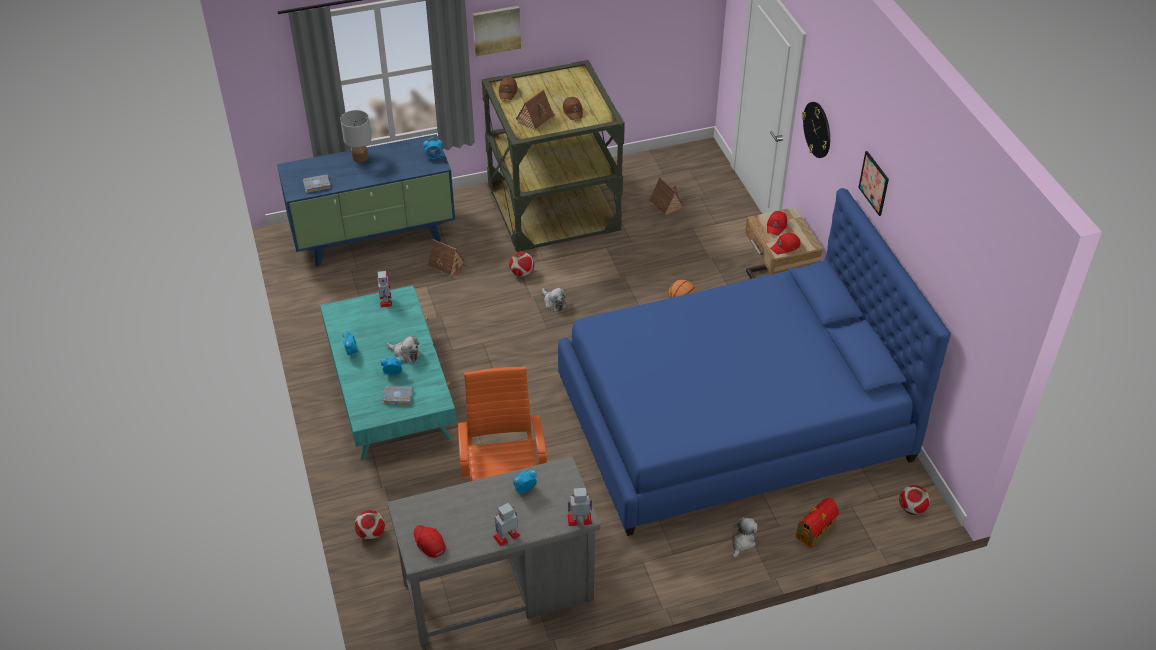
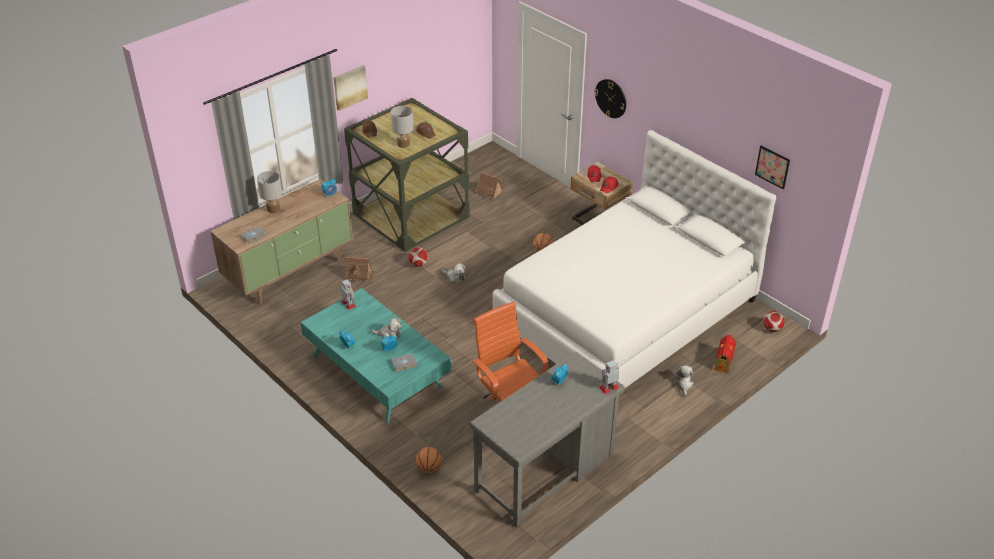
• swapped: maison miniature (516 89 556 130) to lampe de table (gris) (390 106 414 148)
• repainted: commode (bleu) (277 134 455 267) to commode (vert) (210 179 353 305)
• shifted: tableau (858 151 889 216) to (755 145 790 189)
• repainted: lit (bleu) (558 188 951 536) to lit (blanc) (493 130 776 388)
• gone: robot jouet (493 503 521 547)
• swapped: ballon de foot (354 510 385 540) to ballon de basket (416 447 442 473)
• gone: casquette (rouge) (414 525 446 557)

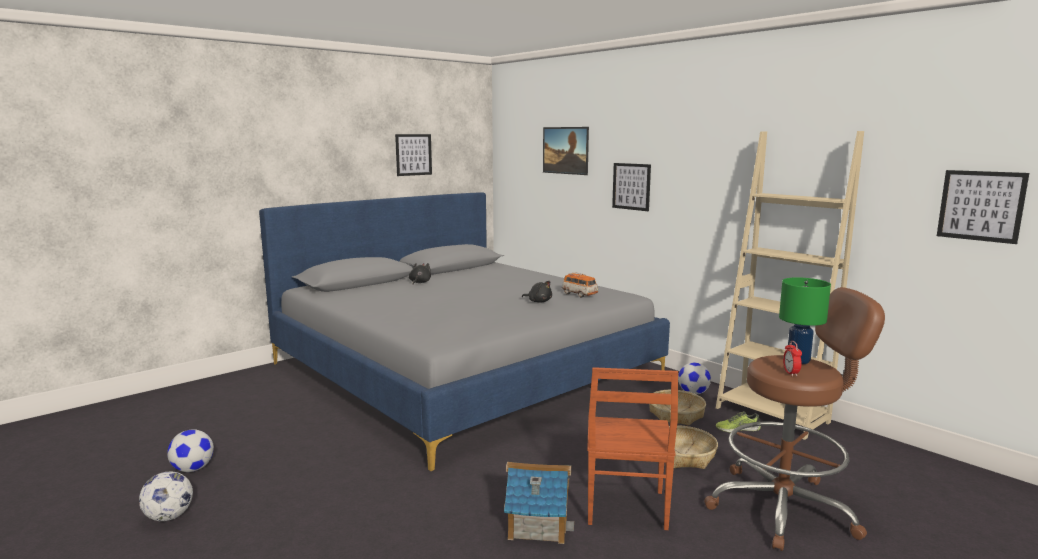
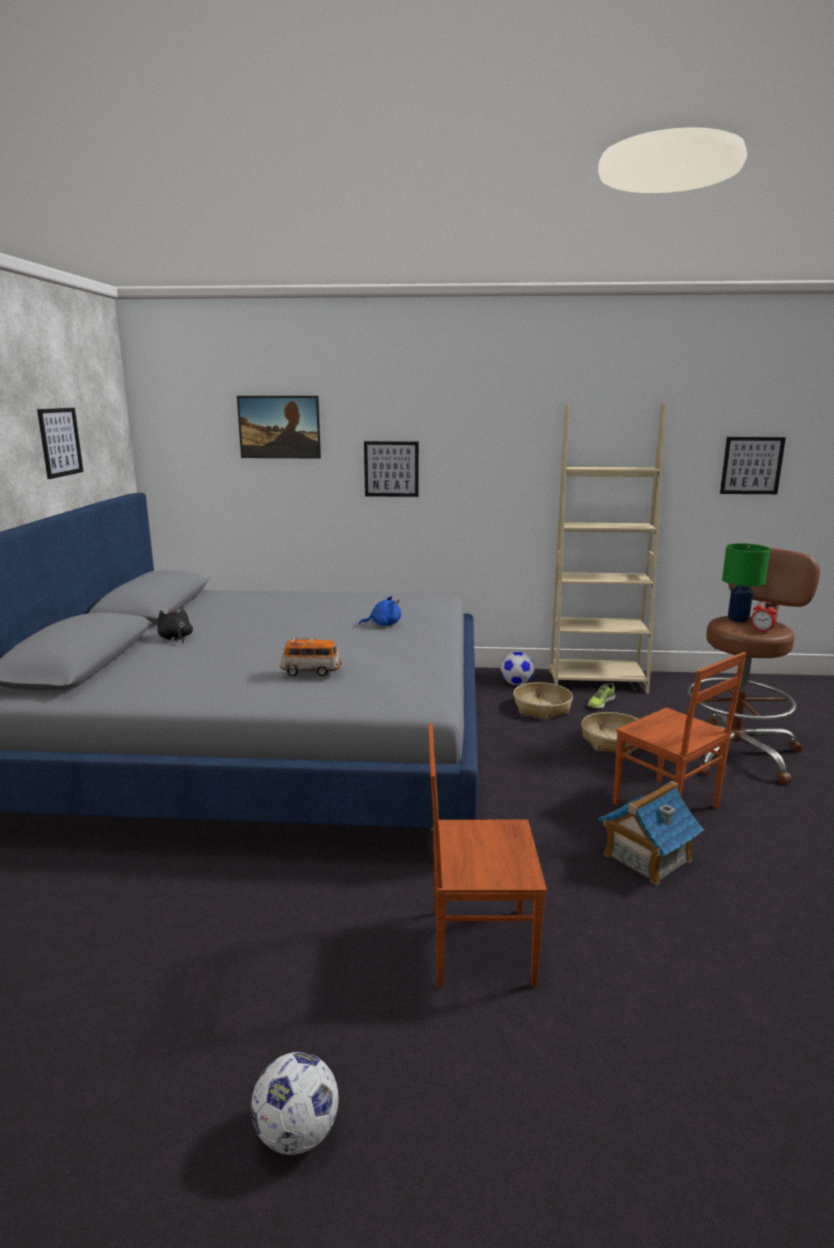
• shifted: petite voiture (562 272 598 298) to (280 638 341 676)
• repainted: peluche (noir) (522 281 552 303) to peluche (bleu) (359 596 401 626)
• gone: ballon de foot (167 429 214 472)
• new: chaise (marron) (428 723 547 987)

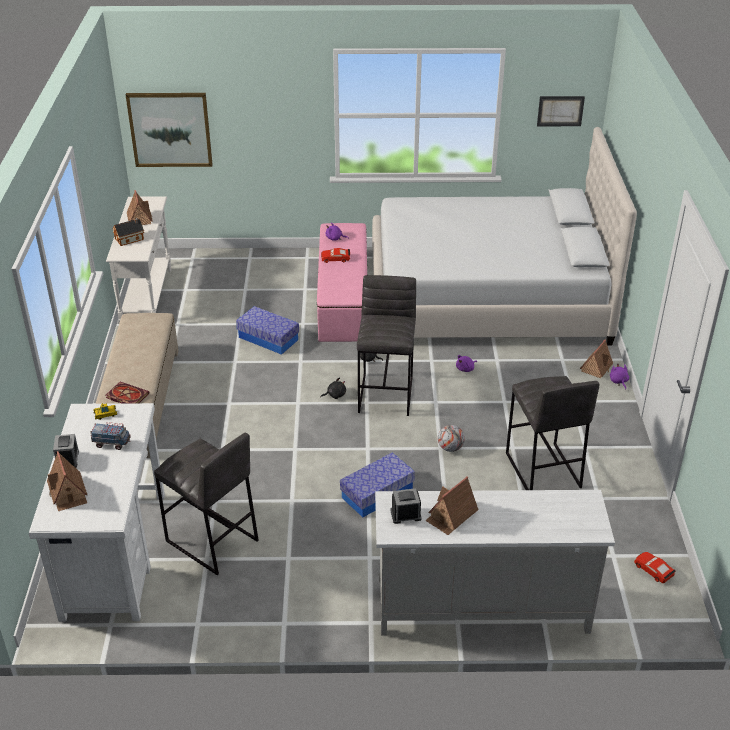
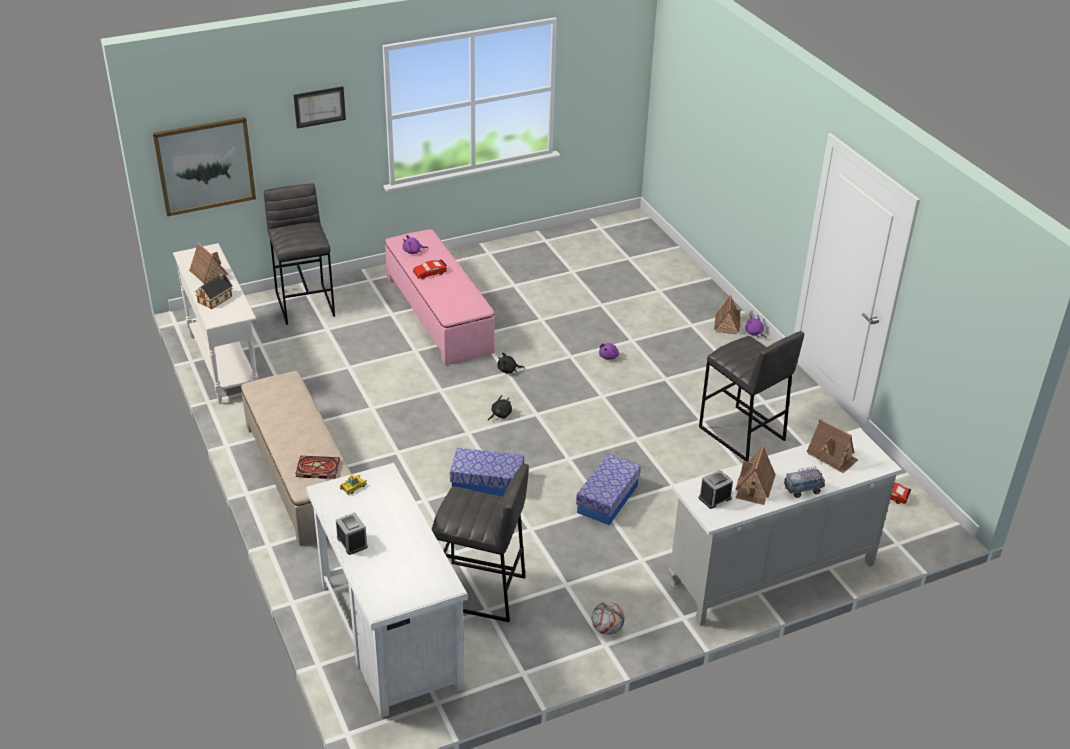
• shifted: tableau (537 96 585 126) to (294 86 346 129)
• gone: lit (blanc) (372 127 637 346)
• shifted: tabouret (gris) (357 275 416 416) to (264 183 335 325)
• shifted: boîte de rangement (236 306 299 355) to (450 448 524 497)
• shifted: camion jouet (91 422 131 450) to (784 466 825 498)
• shifted: ballon de foot (438 425 465 452) to (592 601 625 635)
• shifted: maison miniature (47 451 87 511) to (806 419 858 473)

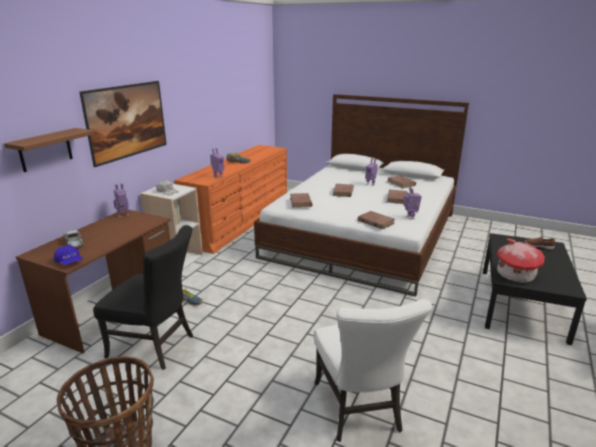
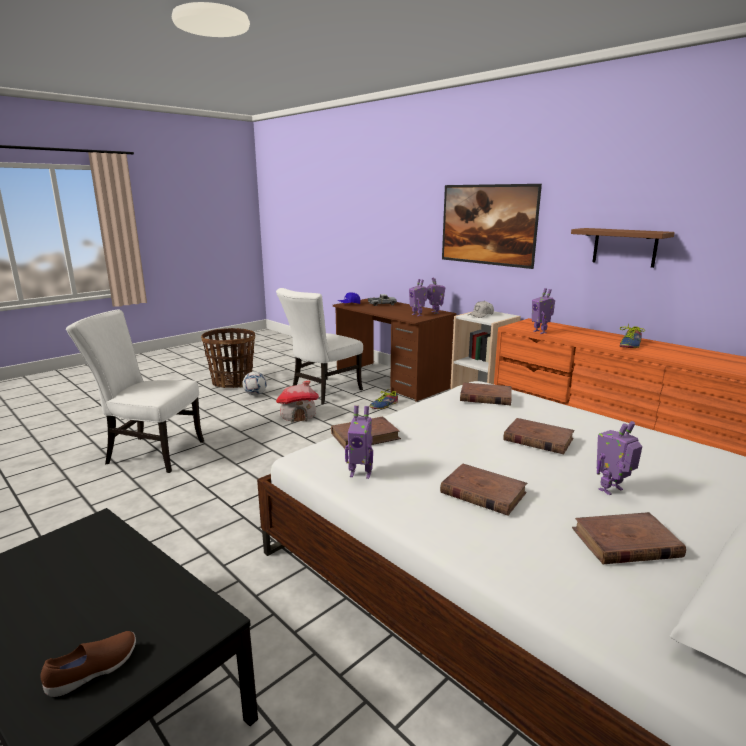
• shifted: étagère (marron) (4 128 95 172) to (571 228 675 268)
• repainted: chaise (noir) (93 225 193 370) to chaise (blanc) (276 288 363 404)
• shifted: maison miniature (497 238 545 283) to (276 381 319 423)
• new: robot jouet (409 279 427 316)
• new: ballon de foot (243 372 267 395)

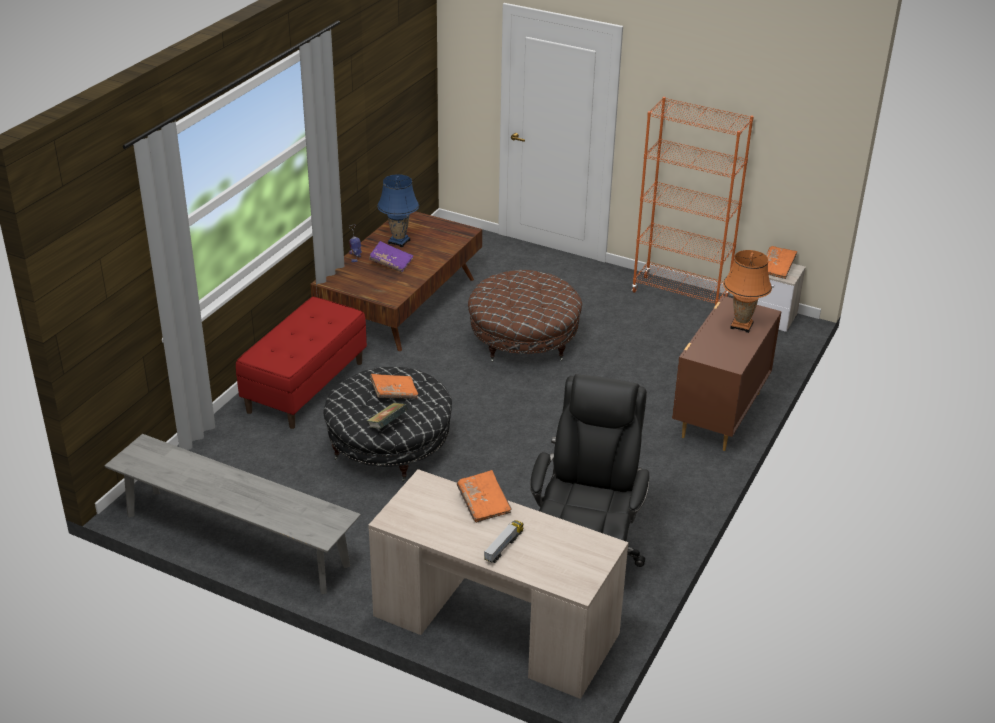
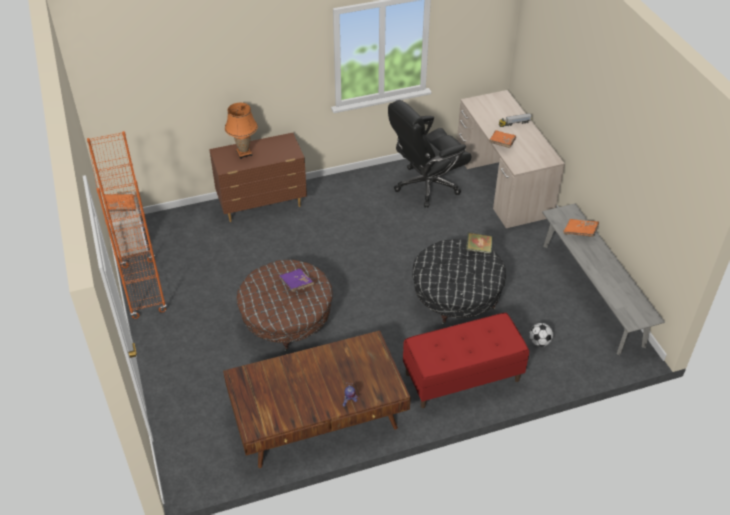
• gone: lampe de table (bleu) (377 174 419 247)
• shifted: livre (violet) (369 241 413 273) to (279 269 314 292)
• shifted: livre (orange) (370 374 418 399) to (563 219 599 237)
• new: ballon de foot (529 323 553 347)

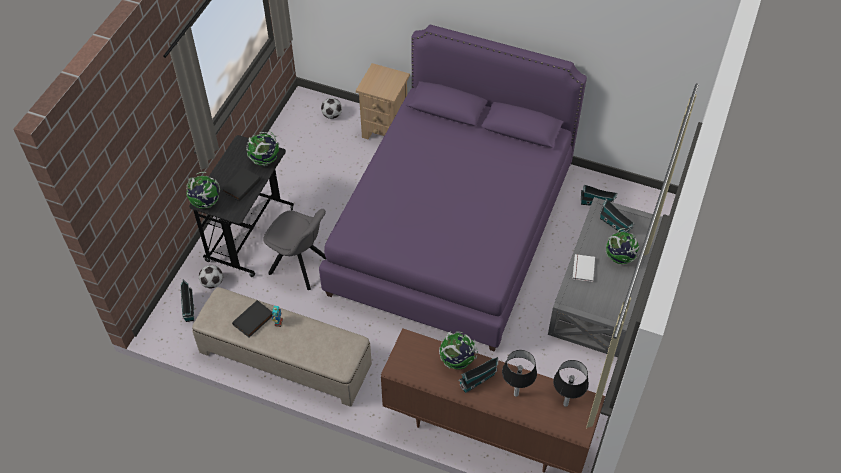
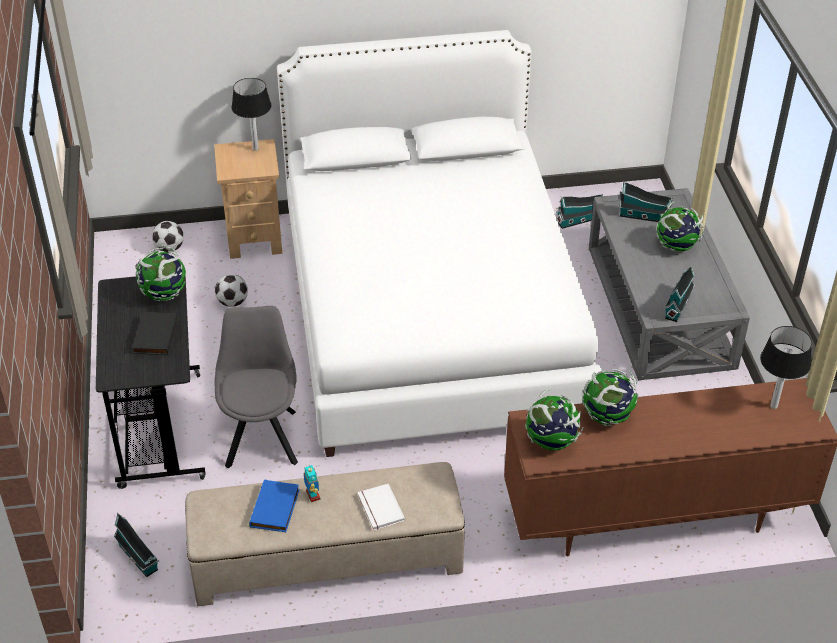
• repainted: lit (violet) (319 25 587 352) to lit (blanc) (277 30 602 457)
• shifted: globe (186 172 220 209) to (525 388 583 451)
• rotated: chaise (gris) (263 209 326 290) = (215 306 298 468) 90 degrees counterclockwise
• shifted: livre (blanc) (572 254 595 282) to (357 484 405 530)
• shifted: ballon de foot (199 265 223 289) to (215 274 248 307)
• repainted: livre (noir) (232 300 272 338) to livre (bleu) (249 479 300 532)
• shifted: lampe de table (502 350 537 397) to (232 78 271 151)
• shifted: maison miniature (458 357 498 393) to (664 266 695 322)

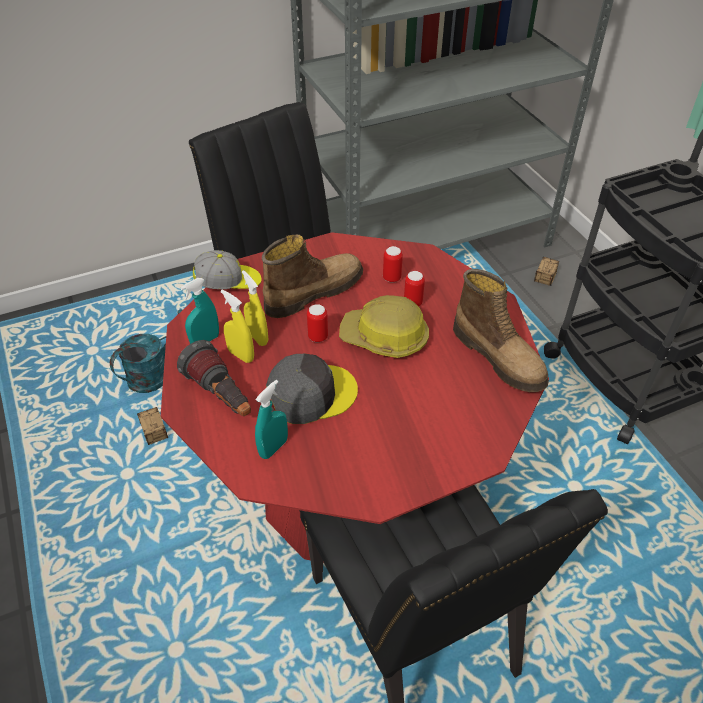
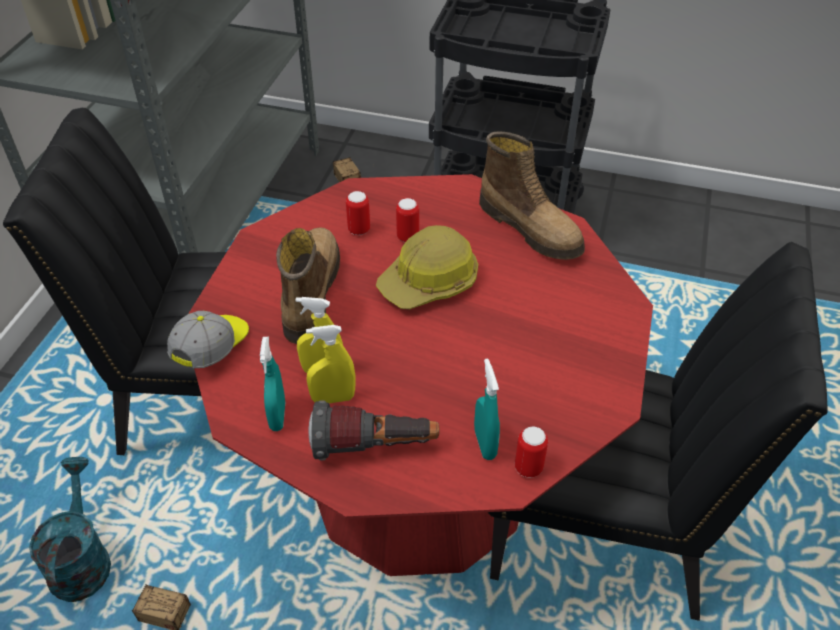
• rotated: botte (453 269 548 392) = (479 132 585 260) 45 degrees clockwise
• shifted: boîte métallique (307 304 328 342) to (515 426 548 478)
• gone: casquette (gris) (266 354 358 424)

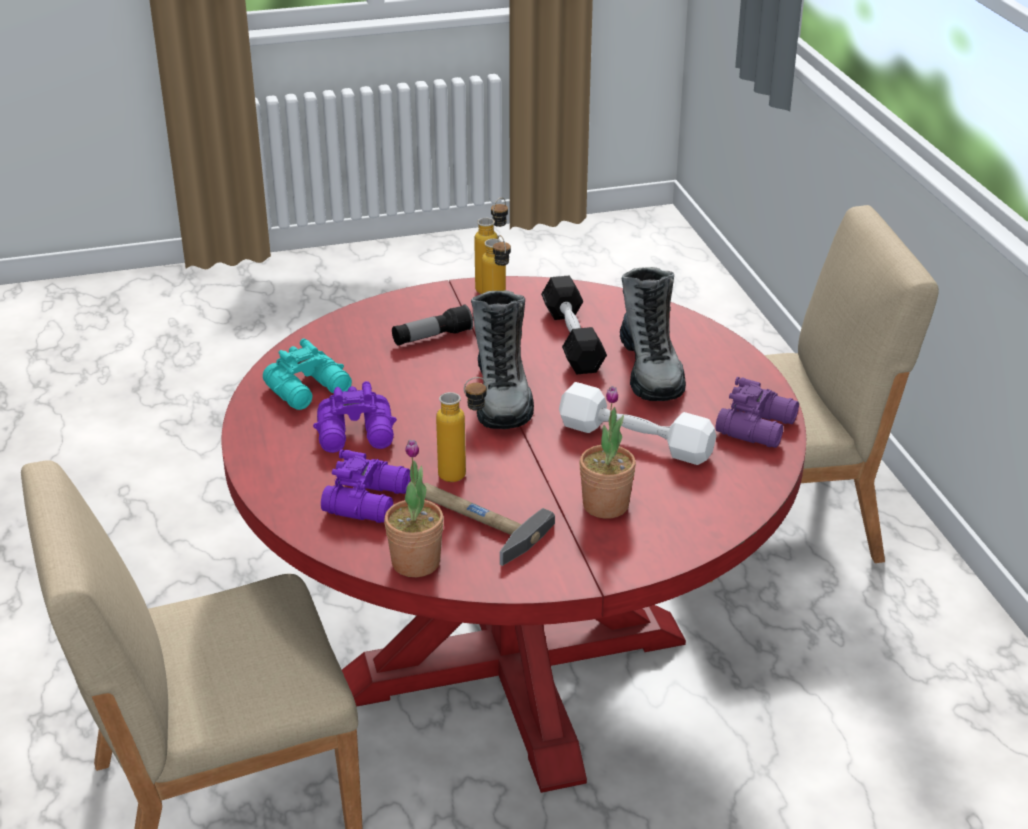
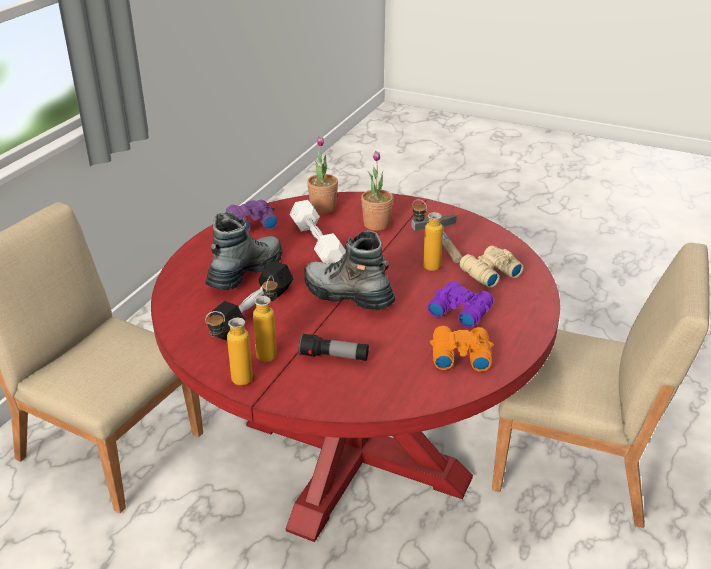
• rotated: botte (471 290 534 429) = (304 231 396 311) 90 degrees counterclockwise
• repainted: jumelles (turquoise) (263 339 352 410) to jumelles (orange) (430 326 494 372)
• shifted: plante en pot (384 440 444 577) to (307 137 338 214)
• repainted: jumelles (violet) (321 449 410 523) to jumelles (beige) (460 245 523 288)

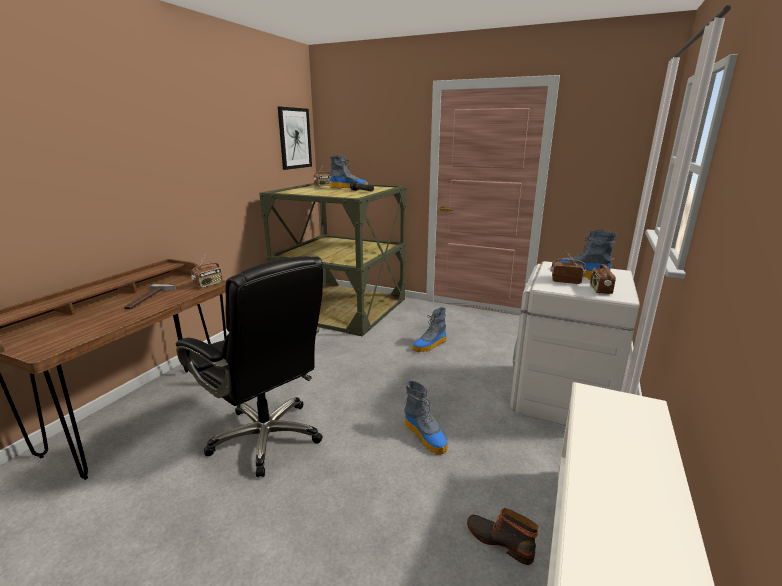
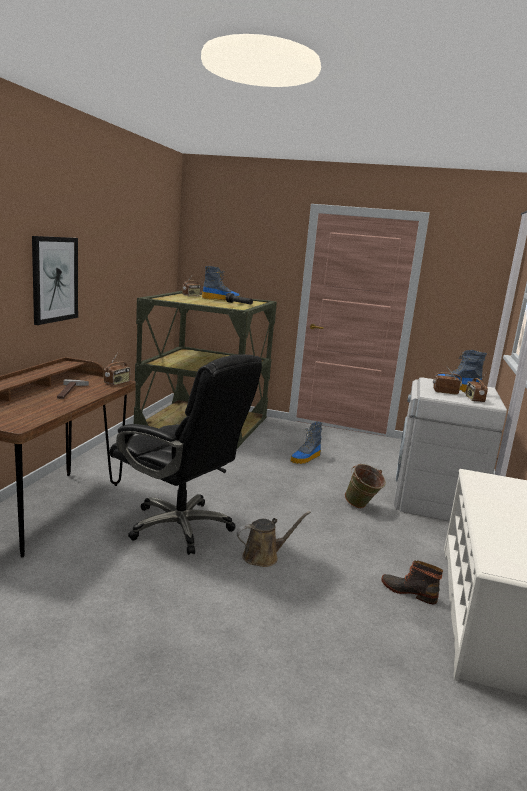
• shifted: tableau (278 107 312 170) to (32 236 78 325)
• gone: botte (404 381 448 455)
• new: seau (vert) (345 464 386 508)
• new: arrosoir (marron) (237 511 311 567)

